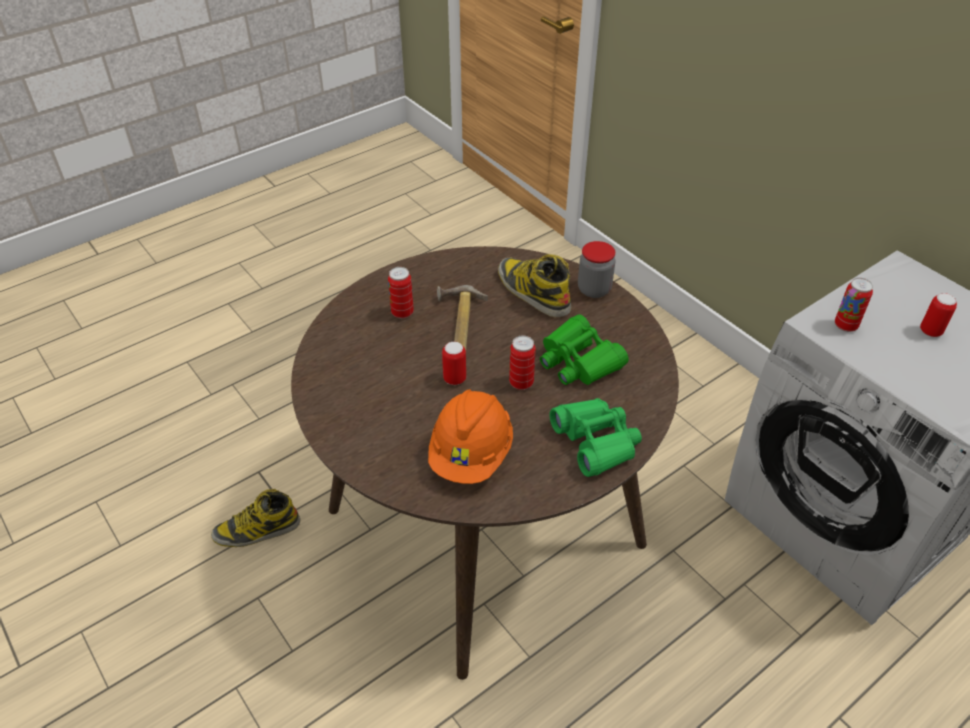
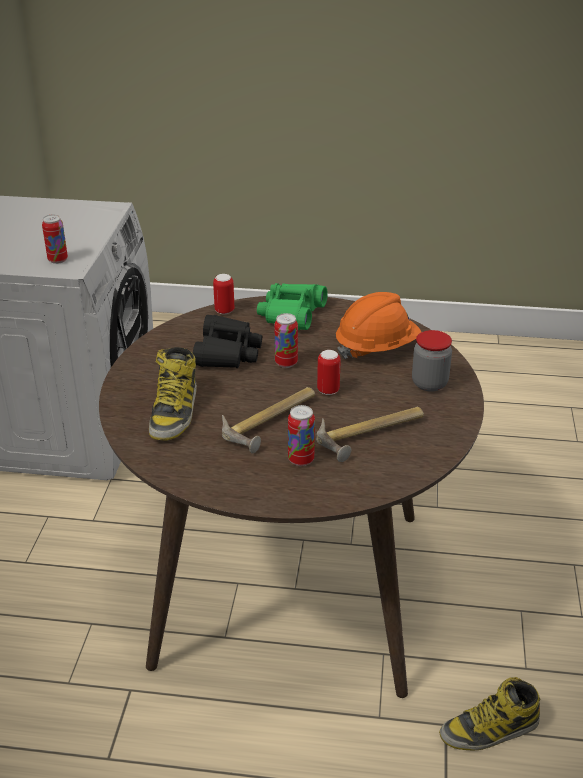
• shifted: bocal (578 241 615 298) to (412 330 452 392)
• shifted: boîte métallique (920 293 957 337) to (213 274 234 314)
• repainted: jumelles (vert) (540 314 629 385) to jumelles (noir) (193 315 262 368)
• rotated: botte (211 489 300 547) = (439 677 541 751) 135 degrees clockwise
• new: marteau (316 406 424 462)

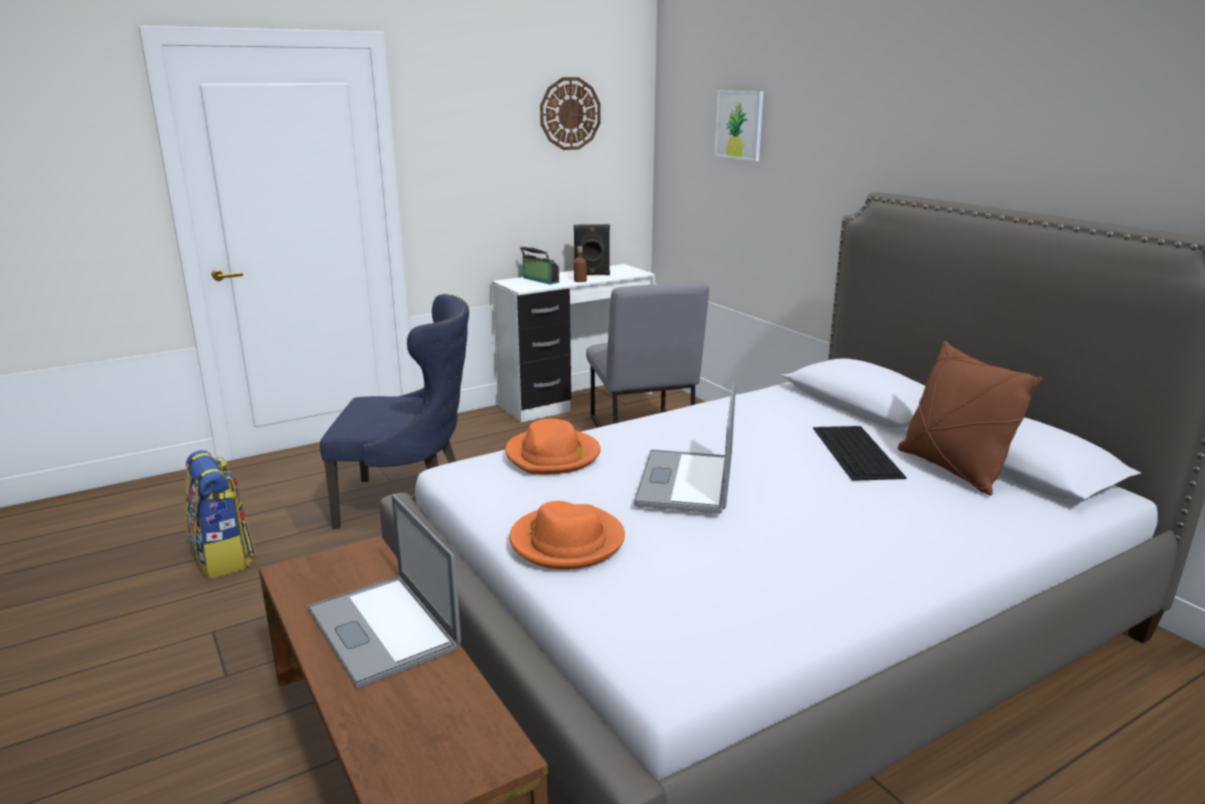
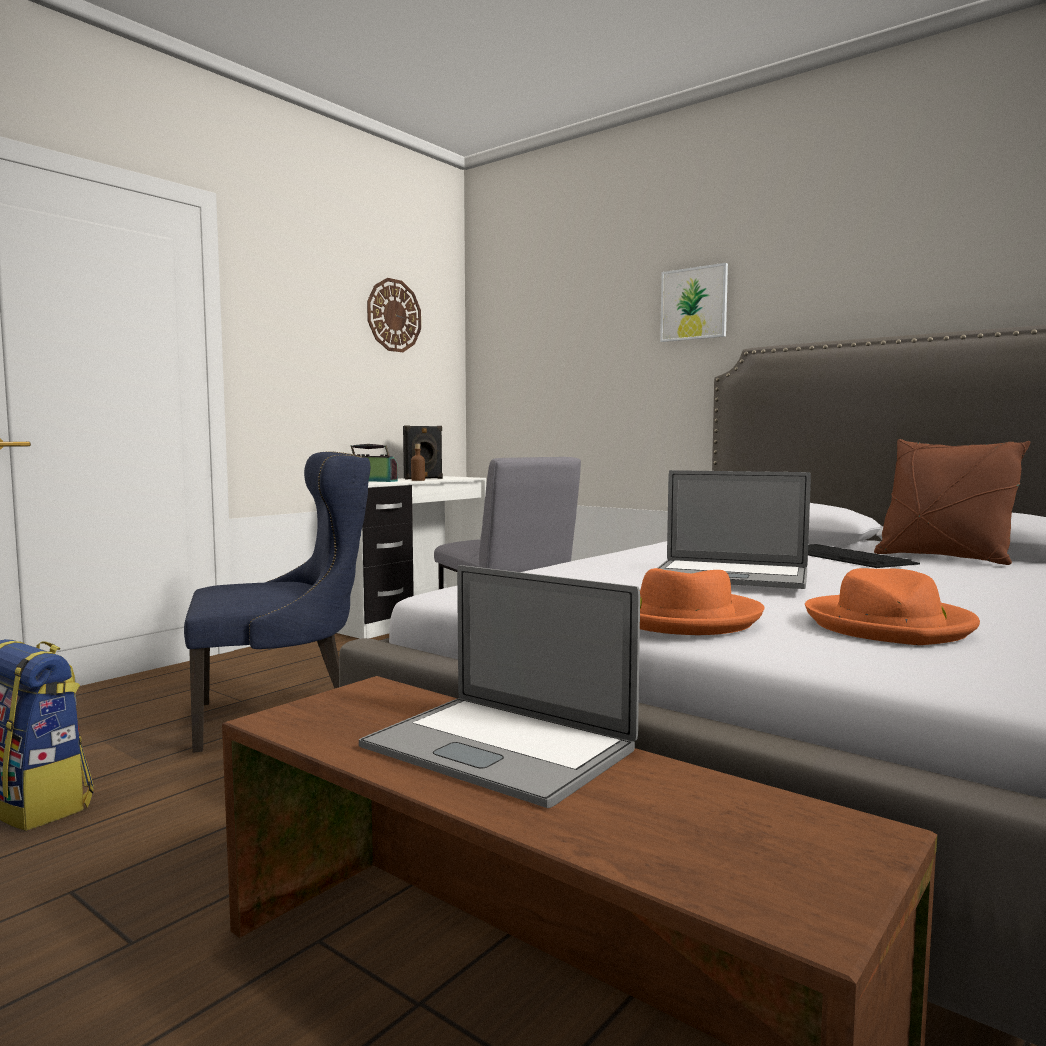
• shifted: tableau (715 91 763 161) to (660 263 728 342)
• rotated: ordinateur portable (634 382 736 513) = (657 470 811 589) 60 degrees counterclockwise
• shifted: chapeau (orange) (506 419 600 474) to (805 568 980 645)

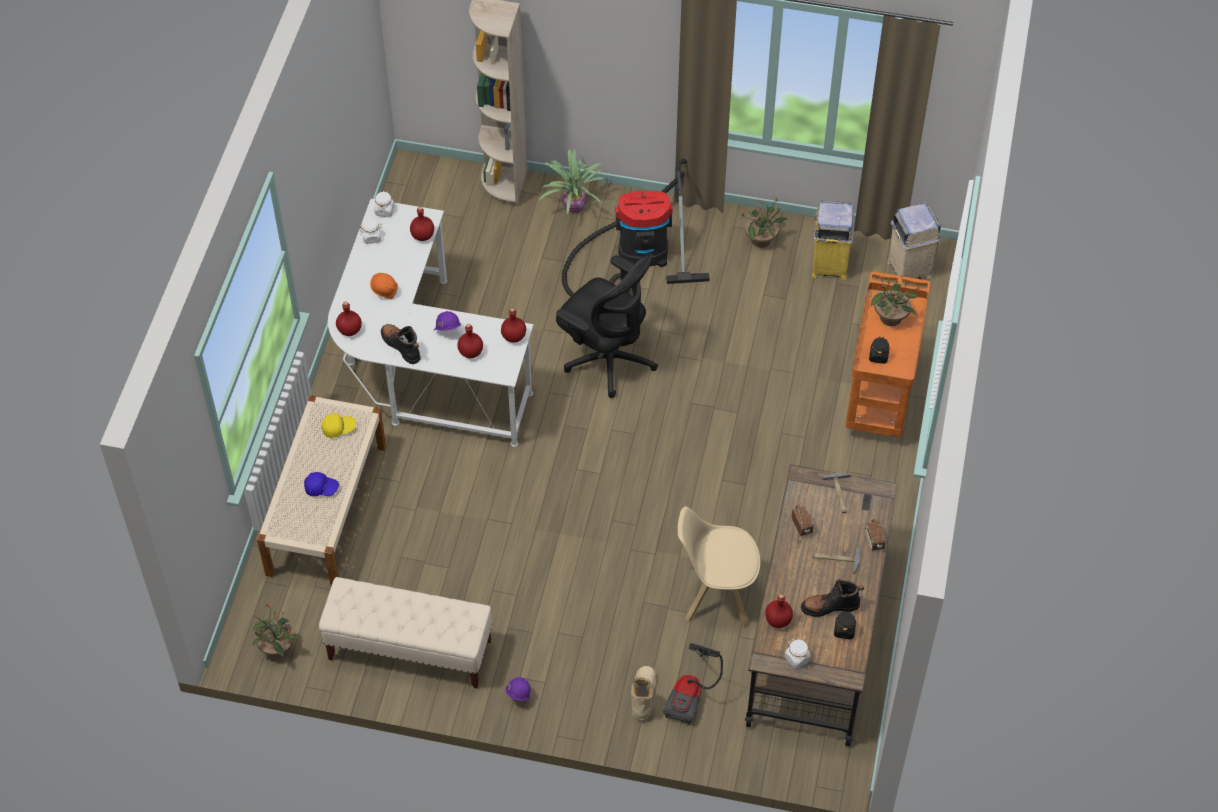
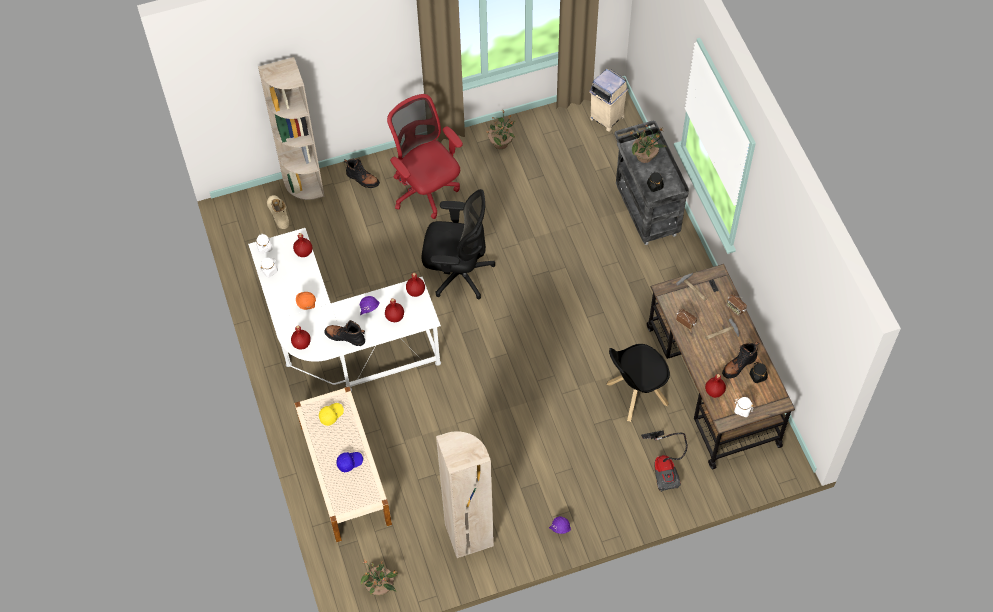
• swapped: plante en pot (539 149 604 215) to botte (noir) (344 158 380 188)
• swapped: aspirateur (562 159 710 297) to chaise de bureau (rouge) (387 94 463 219)
• gone: poubelle (jaune) (812 200 854 280)
• repainted: chariot (orange) (846 272 930 442) to chariot (noir) (614 120 689 245)
• repainted: chaise (beige) (678 507 760 628) to chaise (noir) (606 344 670 422)
• swapped: banc (beige) (319 577 493 688) to bibliothèque (beige) (436 431 494 558)
• shifted: botte (beige) (631 666 656 723) to (267 195 289 229)

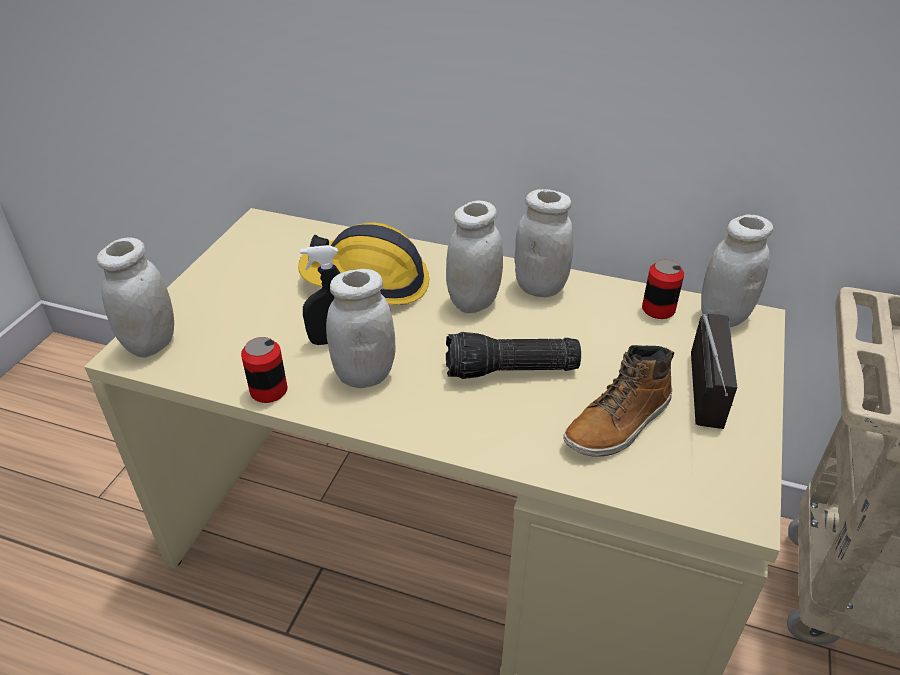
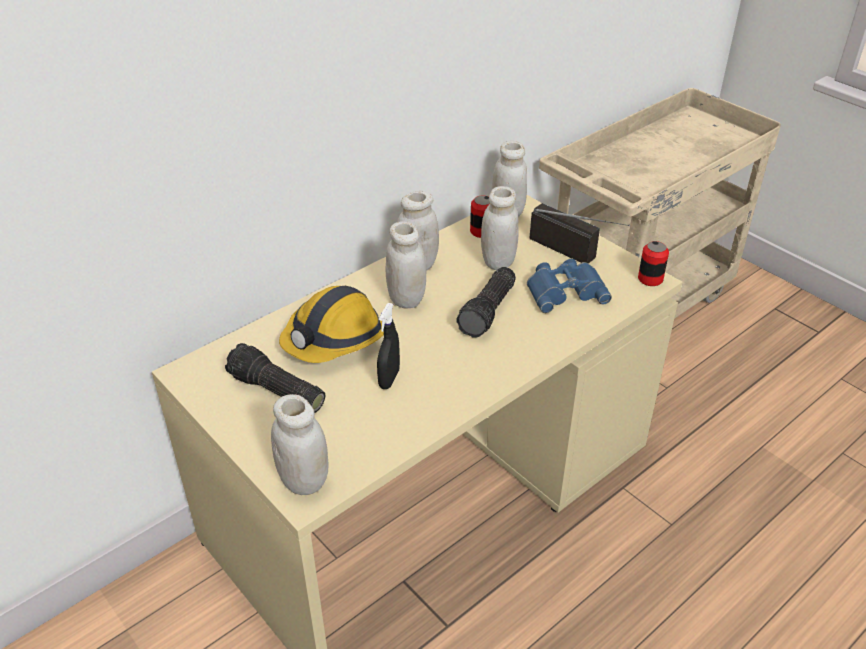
• shifted: bocal (blanc) (326 269 396 388) to (481 186 519 270)
• shifted: boîte métallique (241 337 288 403) to (638 241 669 286)
• swapped: botte (563 345 674 457) to jumelles (bleu) (527 259 612 313)
• new: lampe de poche (225 343 325 413)

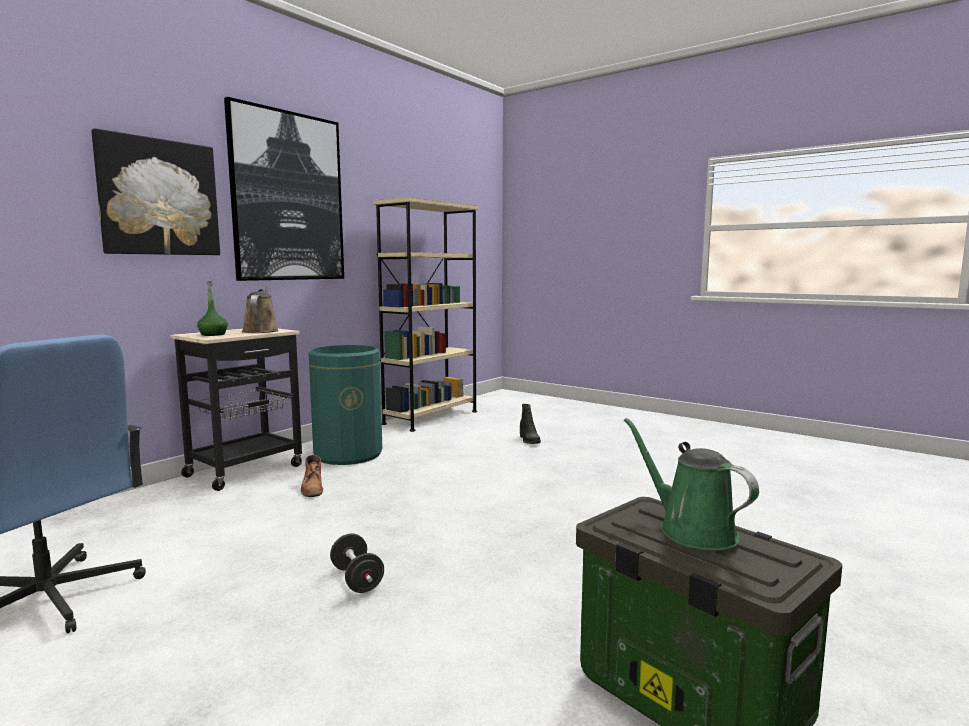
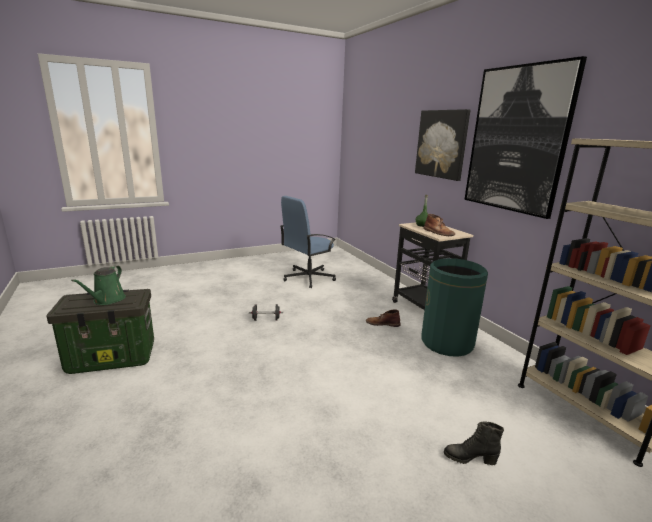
• swapped: arrosoir (marron) (242 285 279 333) to botte (marron) (423 214 455 236)
• rotated: arrosoir (vert) (624 418 759 551) = (71 266 126 305) 105 degrees clockwise

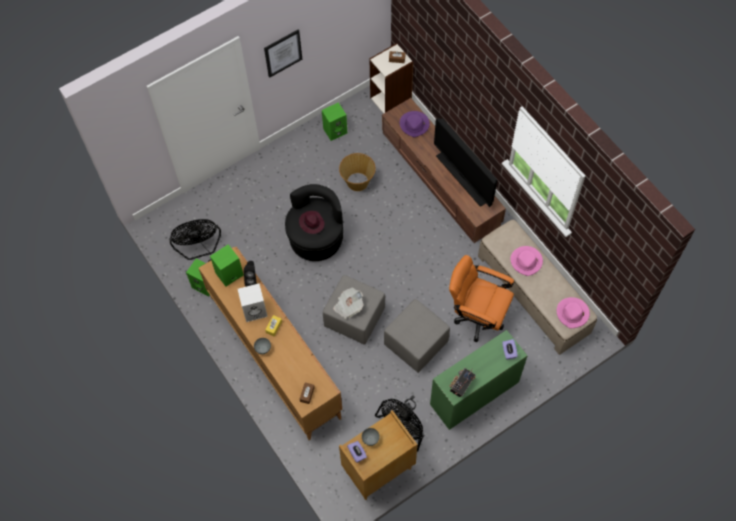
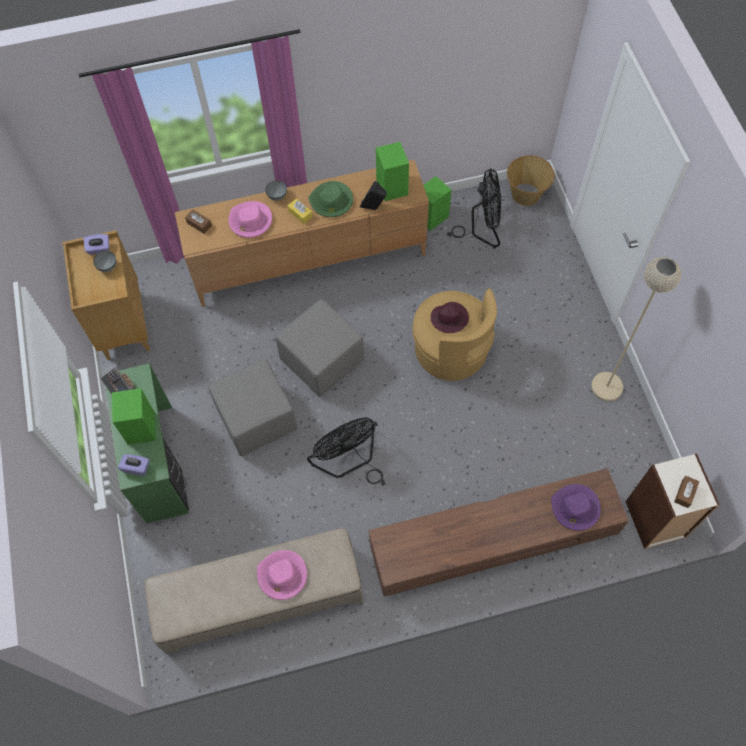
• gone: tableau (264 30 302 78)
• shifted: enceinte (vert) (322 102 347 141) to (112 388 156 445)
• gone: téléviseur (434 118 498 207)
• shifted: panier (339 153 376 191) to (507 156 555 206)
• repainted: fauteuil (noir) (285 184 343 261) to fauteuil (beige) (413 288 497 381)
• gone: chaise de bureau (orange) (449 255 514 342)
• swapped: enceinte (blanc) (238 283 268 322) to chapeau (vert) (308 181 353 217)
• gone: journal (333 288 363 319)
• shifted: chapeau (rose) (557 297 590 329) to (229 201 272 238)
• shifted: ventilateur (noir) (375 395 424 452) to (307 417 385 487)
• new: lampadaire (beige) (591 257 681 401)

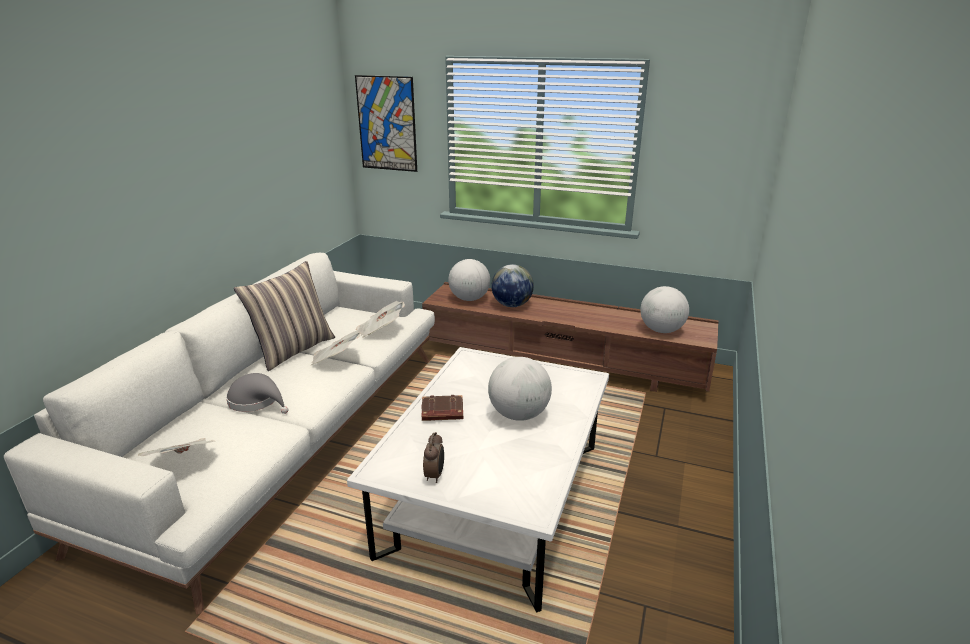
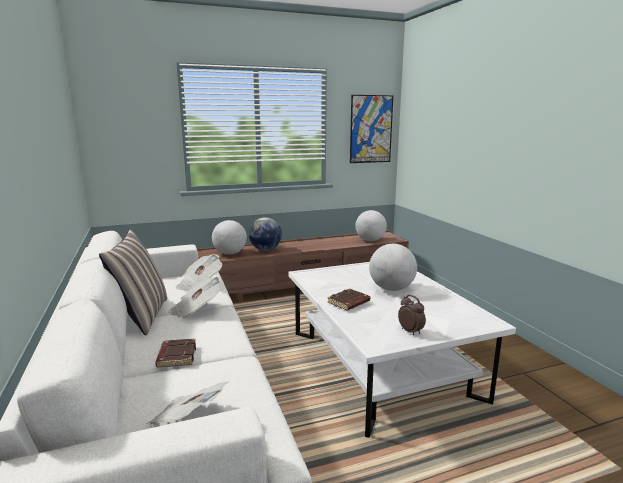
• shifted: tableau (355 75 417 172) to (350 95 393 163)
• swapped: chapeau (gris) (226 373 288 414) to livre (marron) (155 338 196 368)

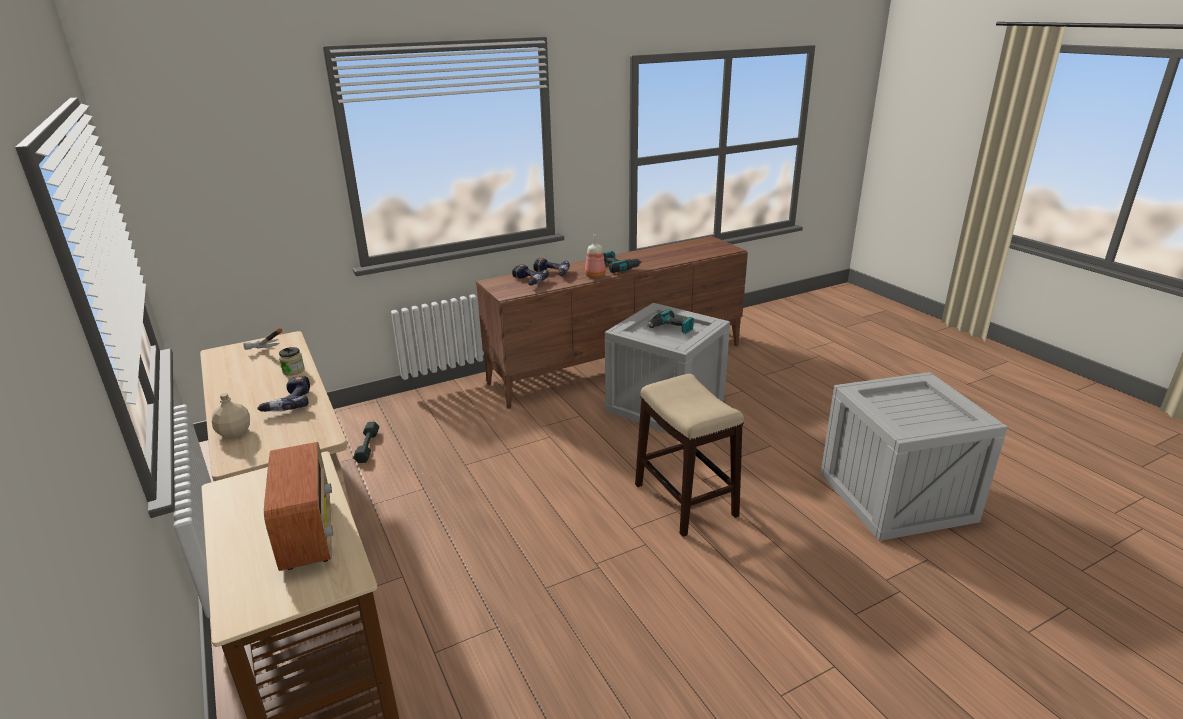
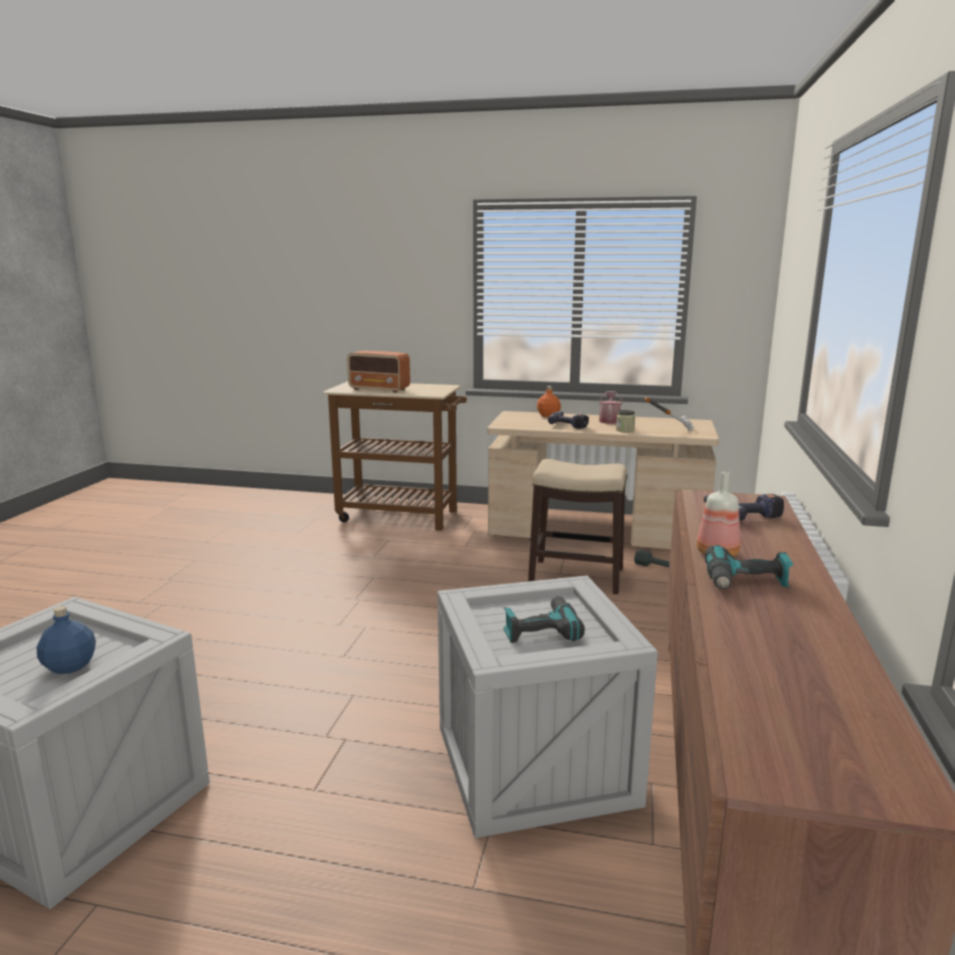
• gone: perceuse (534 258 570 276)
• shifted: tabouret (635 374 744 537) to (528 459 627 594)
• repainted: bouteille (beige) (212 393 250 438) to bouteille (orange) (537 386 561 417)
• new: arrosoir (599 391 623 424)
• new: bouteille (bleu) (37 606 96 674)

